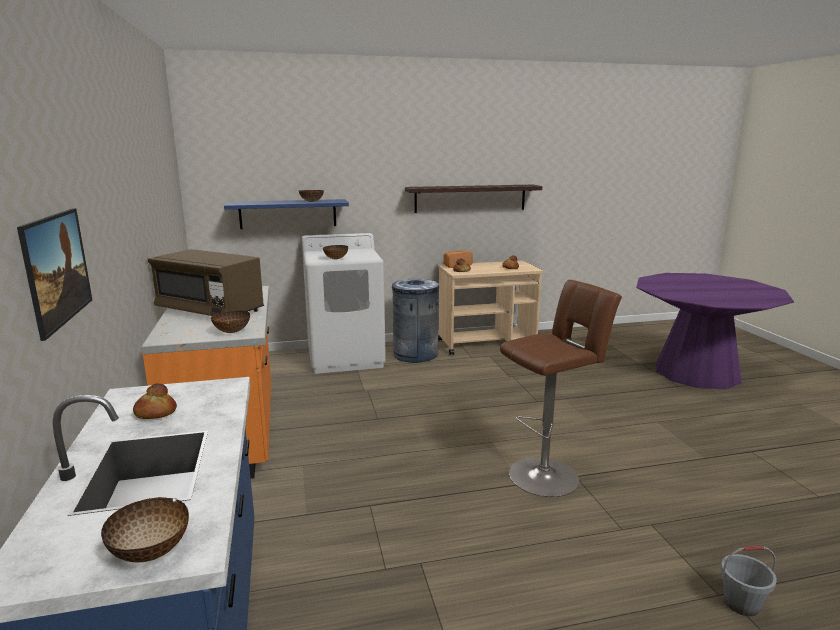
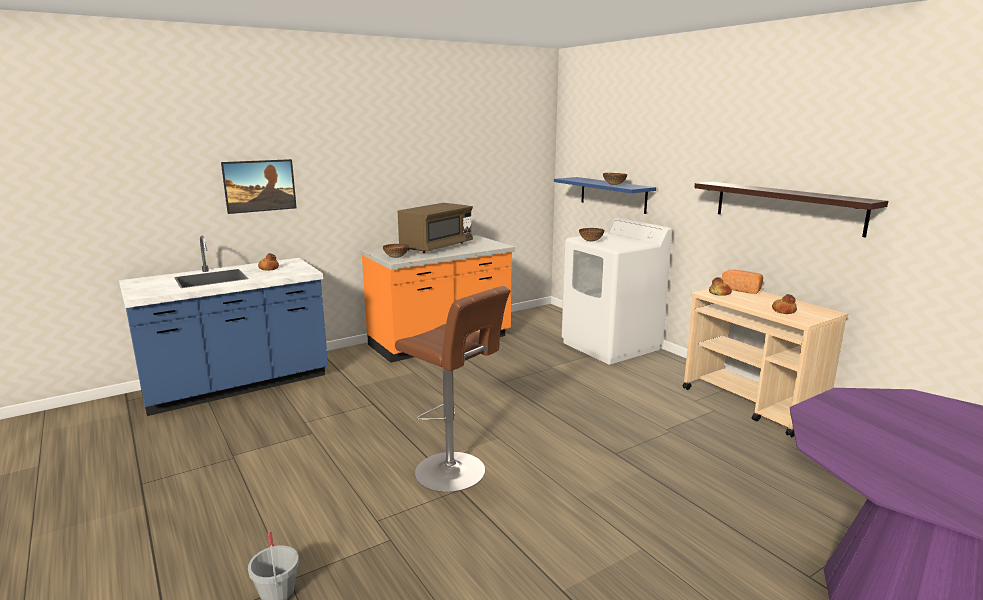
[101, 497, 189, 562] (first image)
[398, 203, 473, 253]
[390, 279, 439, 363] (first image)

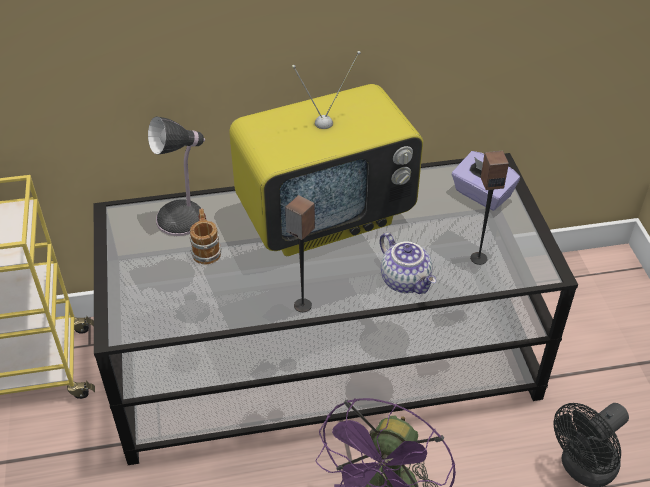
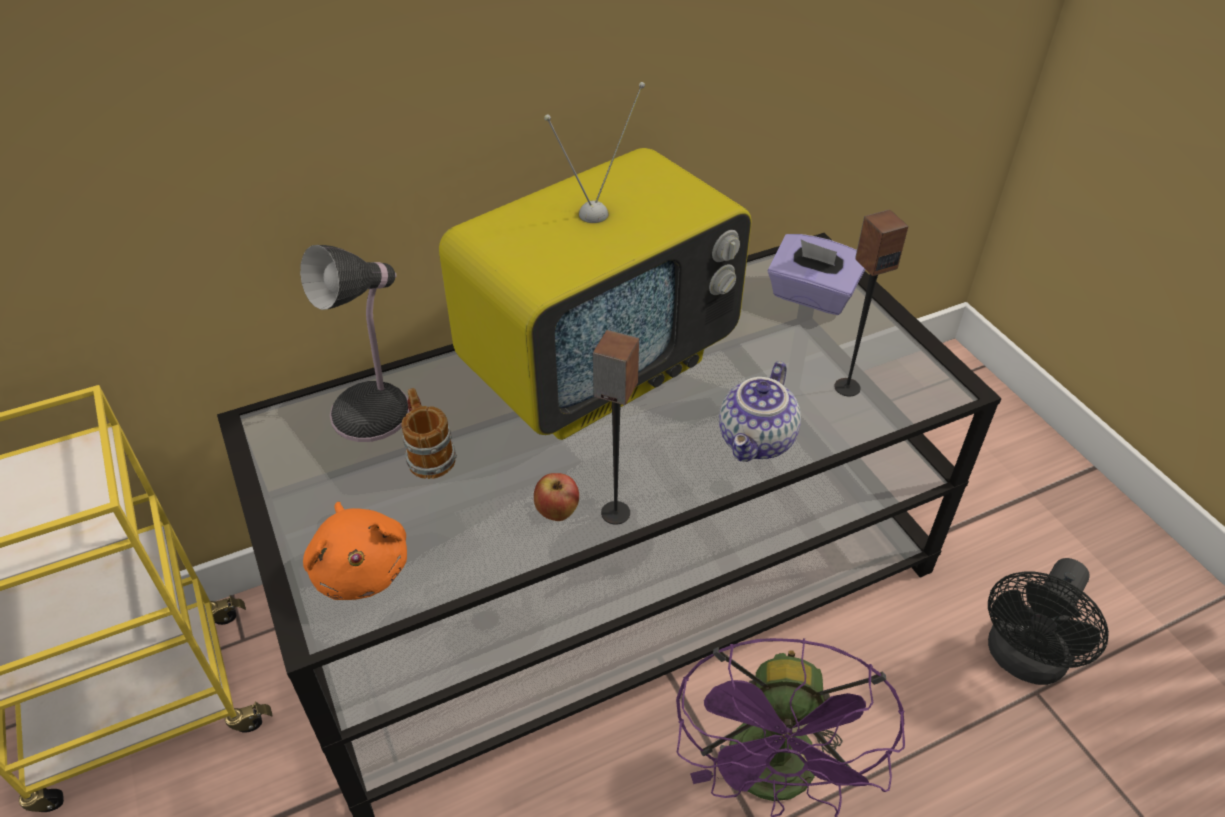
[719, 361, 801, 462]
[303, 502, 407, 600]
[534, 473, 579, 521]

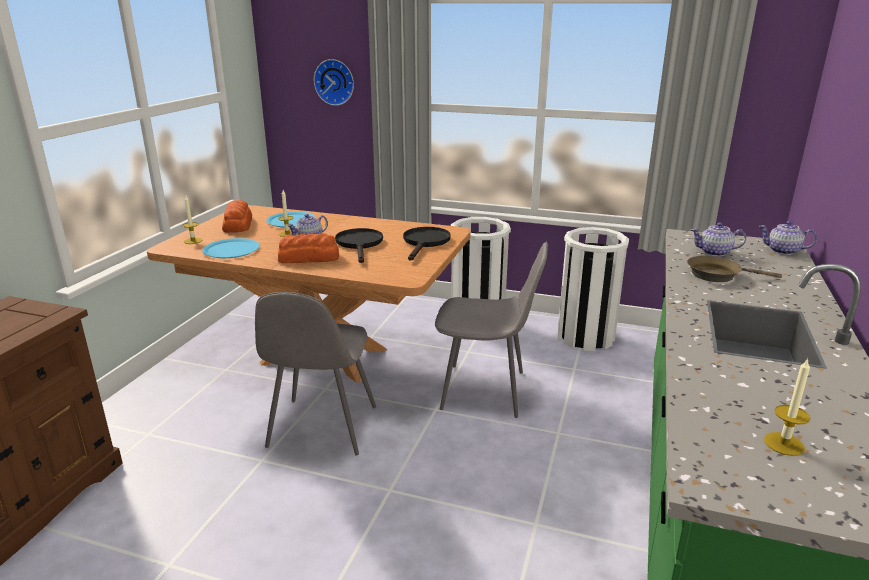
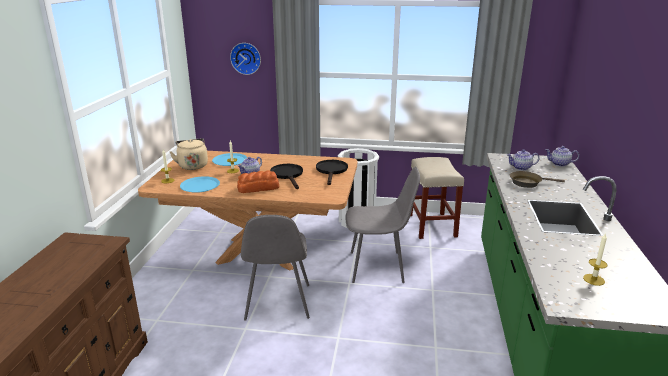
[170, 138, 208, 170]
[410, 157, 464, 239]

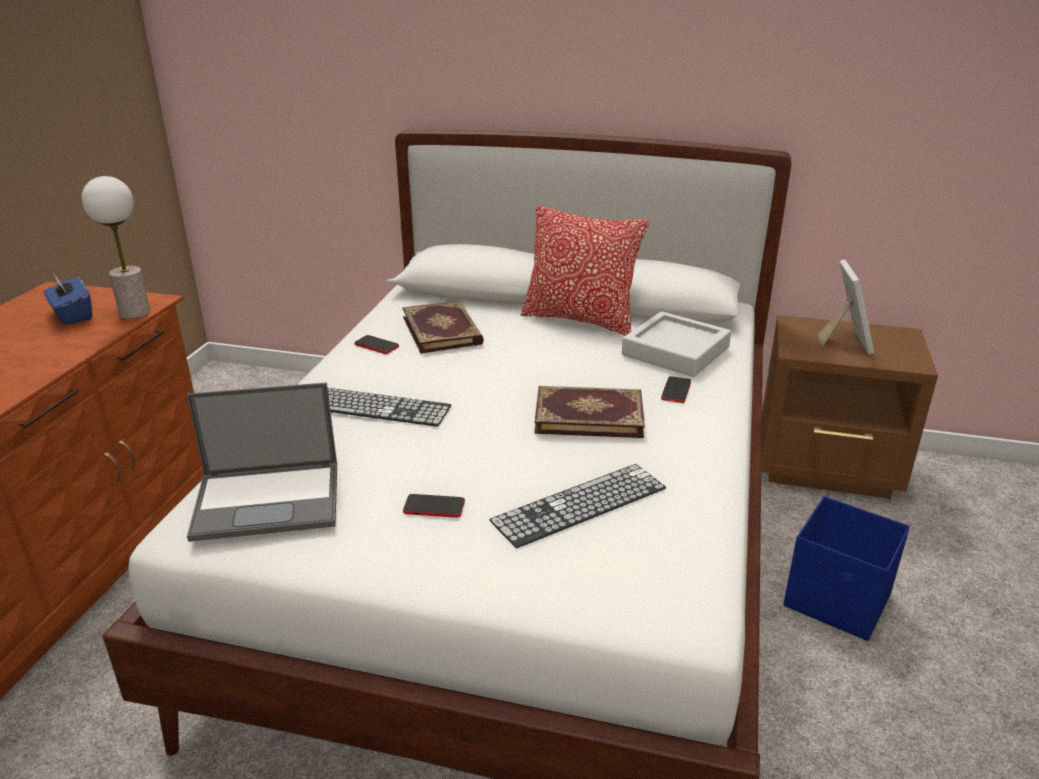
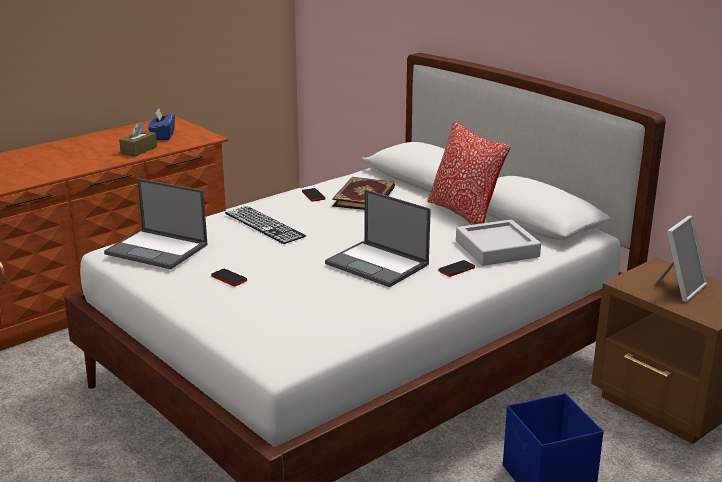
[82, 176, 150, 319] (first image)
[489, 464, 666, 548] (first image)
[325, 189, 431, 287]
[119, 122, 157, 157]

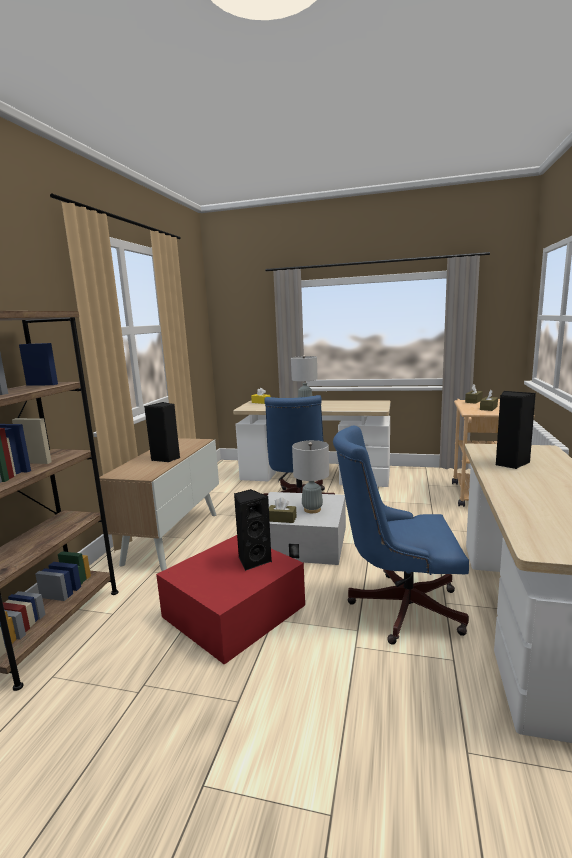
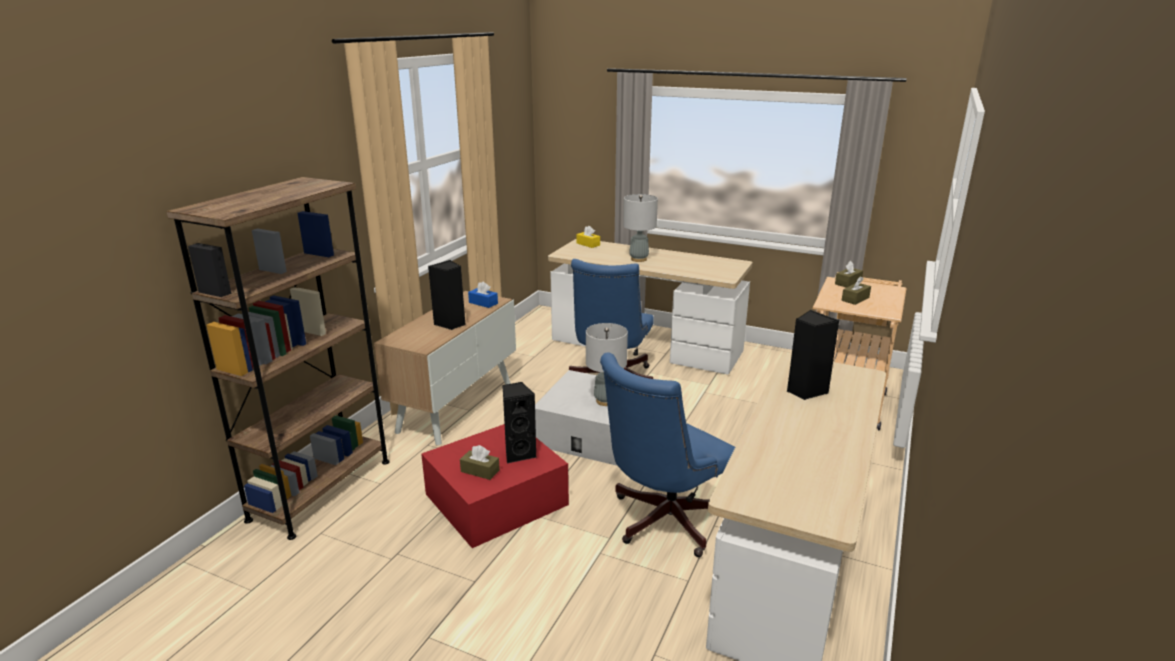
[460, 445, 500, 480]
[600, 352, 735, 557]
[468, 282, 498, 308]

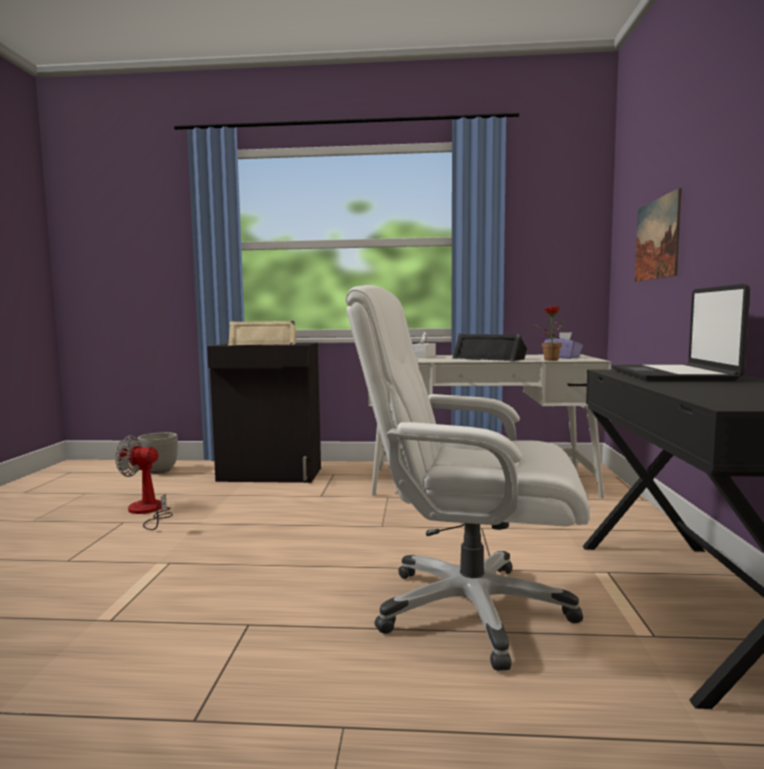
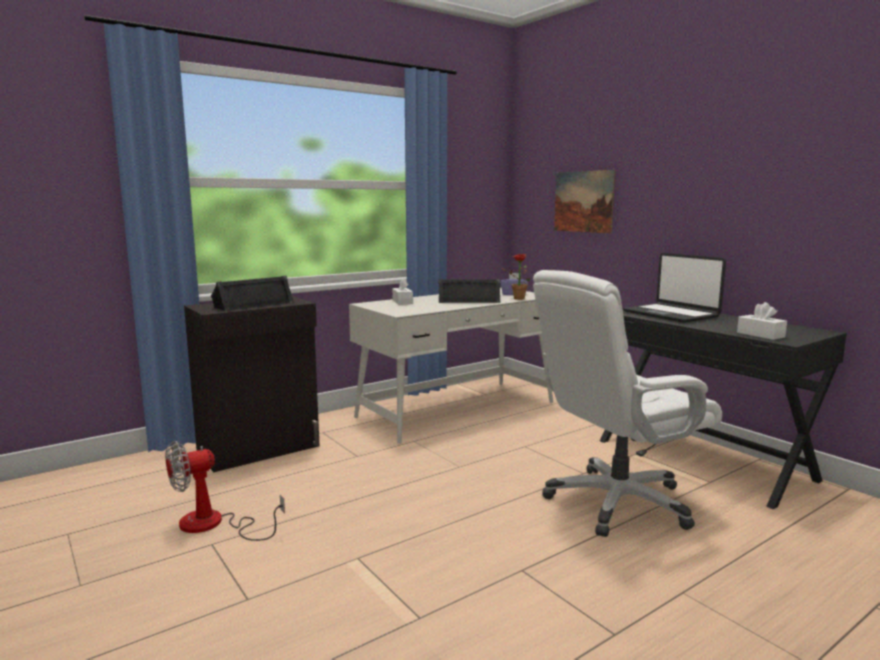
[138, 432, 178, 474] (first image)
[211, 276, 294, 311]
[737, 302, 787, 340]

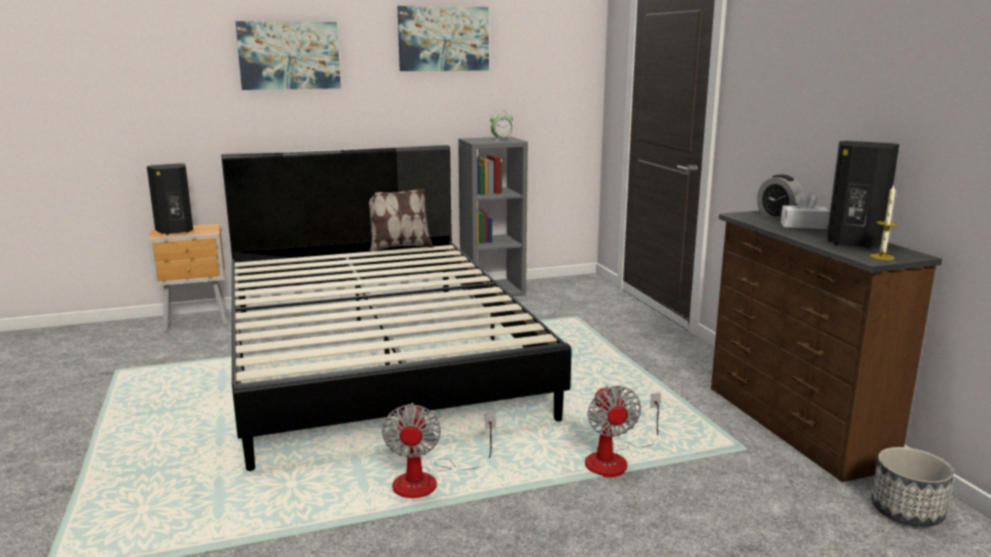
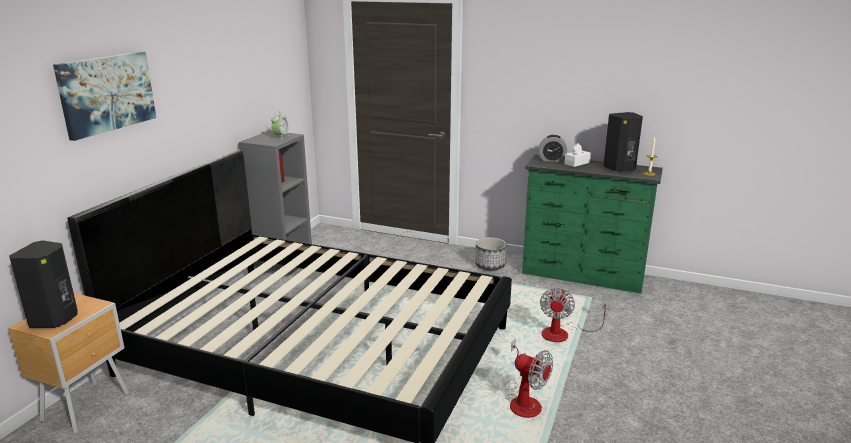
[369, 188, 433, 252] (first image)
[397, 6, 489, 71] (first image)
[540, 287, 609, 342]
[522, 155, 663, 294]
[475, 237, 506, 270]

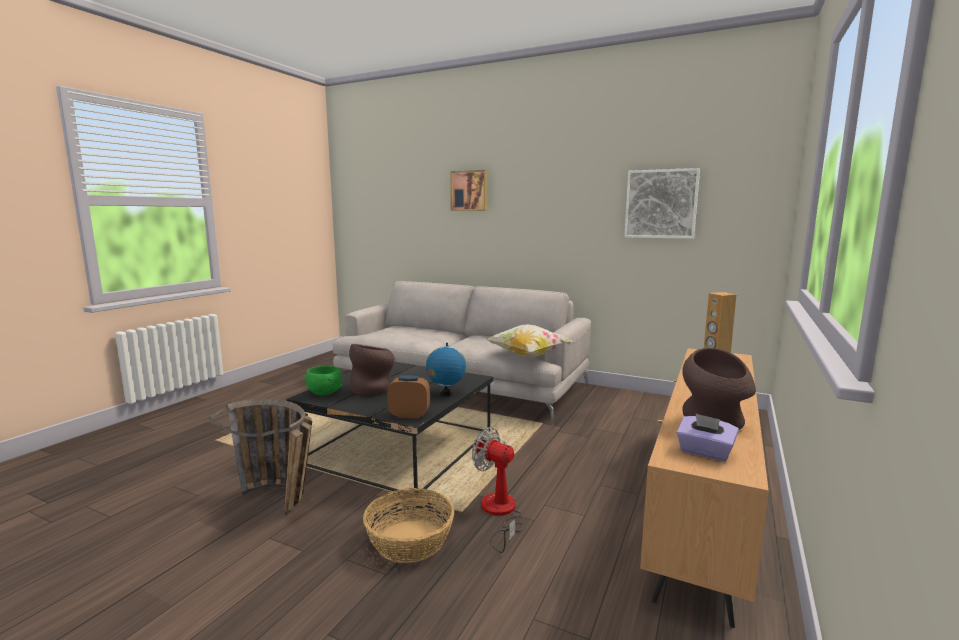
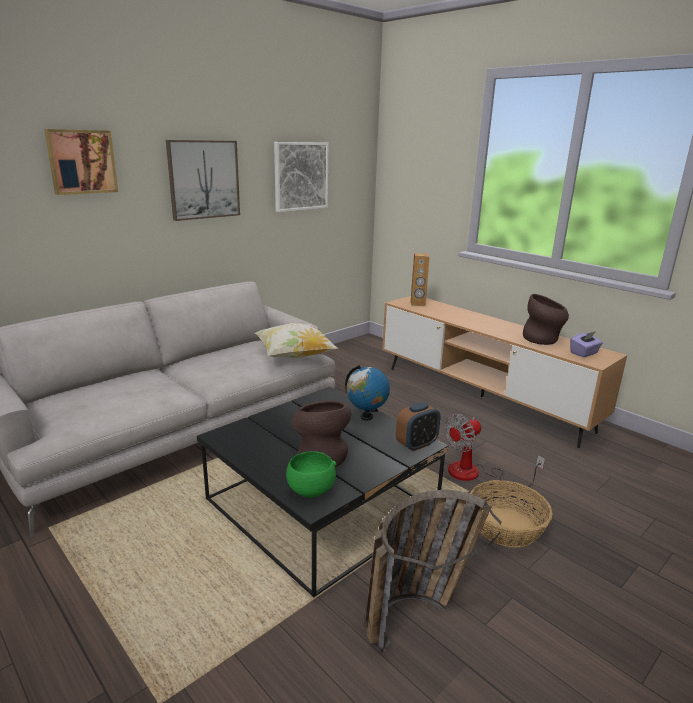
[396, 402, 440, 451]
[166, 140, 240, 221]

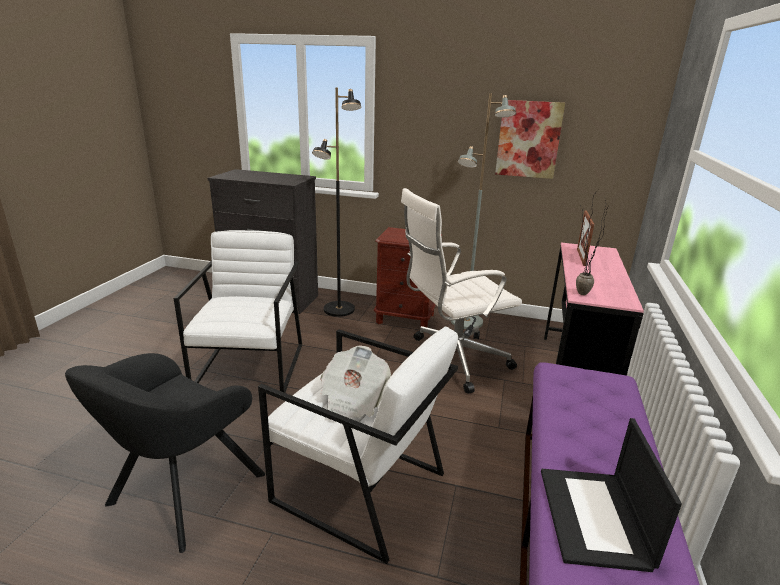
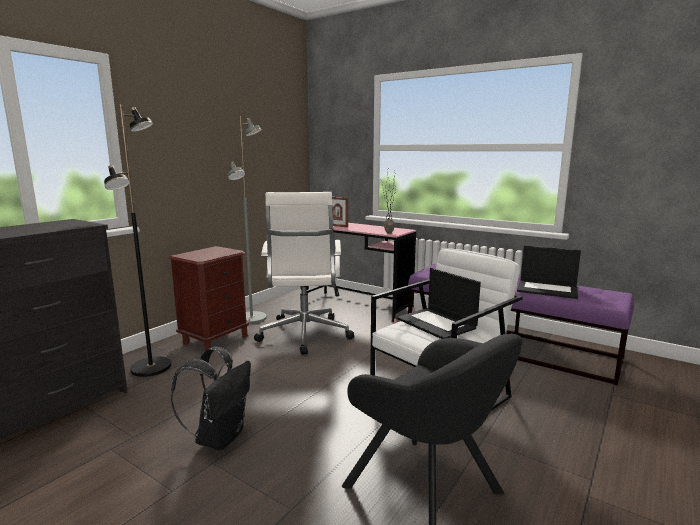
[171, 346, 251, 450]
[396, 268, 481, 339]
[495, 100, 565, 179] (first image)

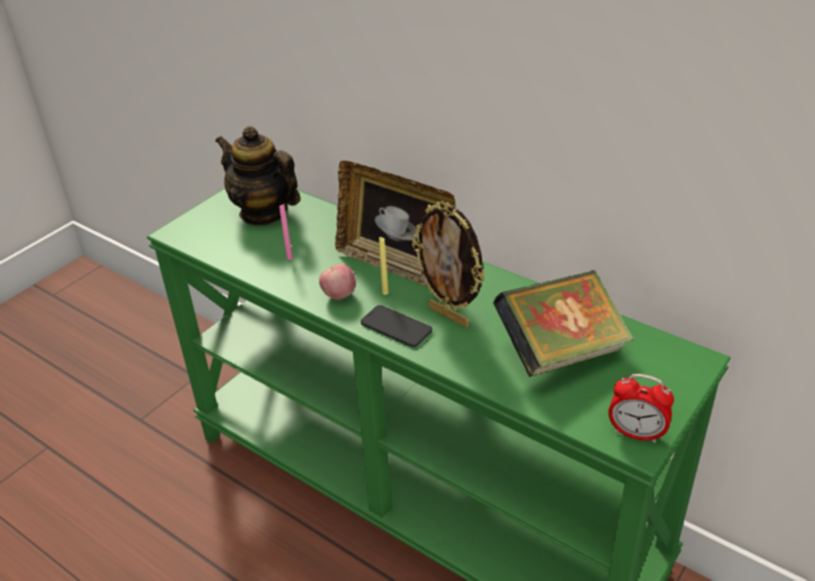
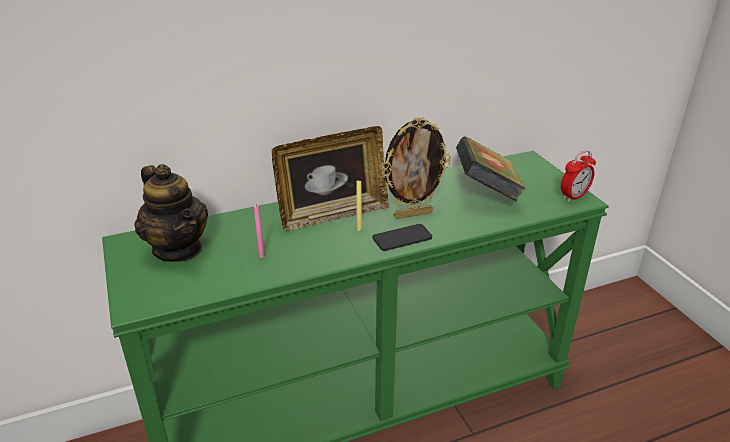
[134, 164, 208, 262]
[319, 264, 356, 300] (first image)

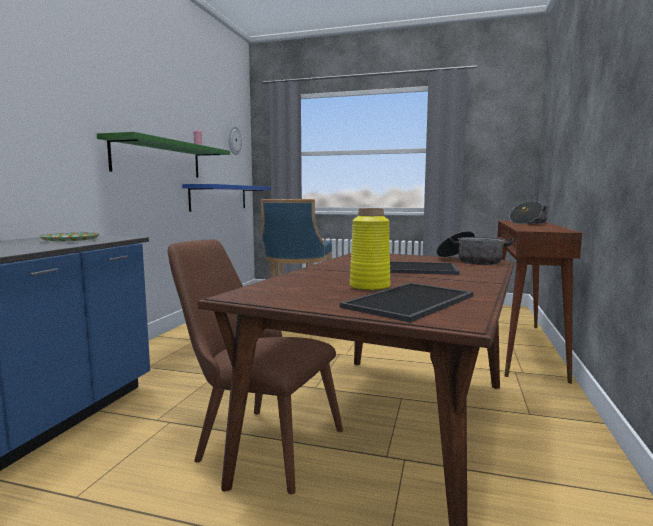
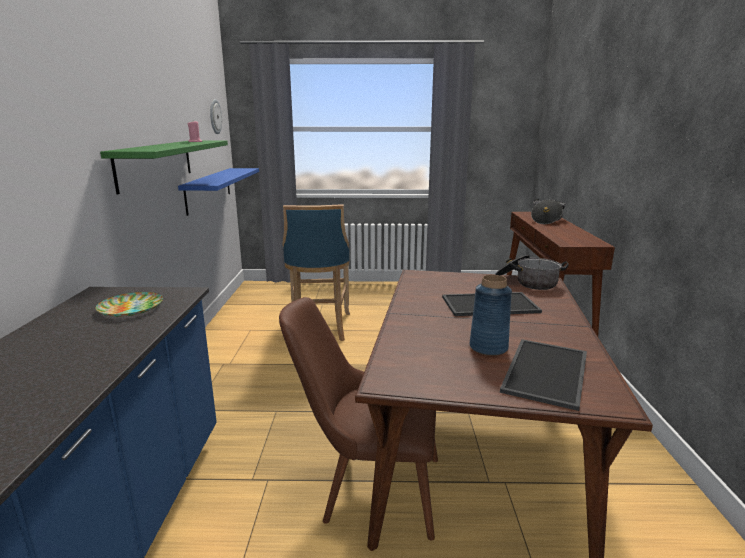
[469, 275, 512, 356]

